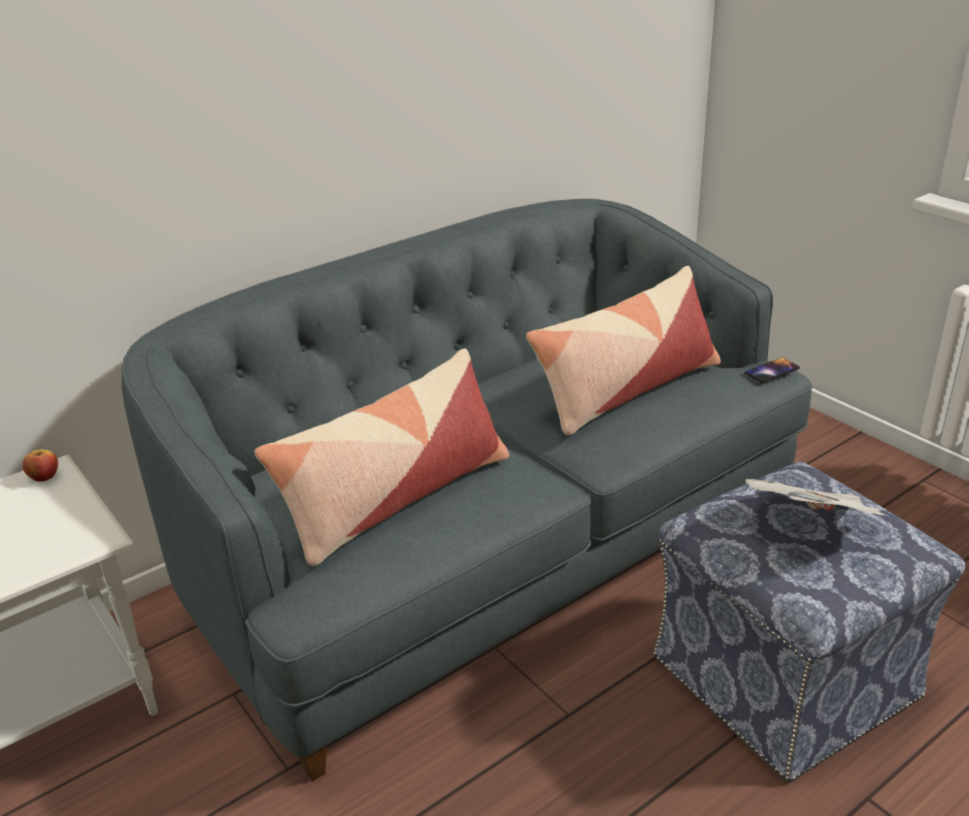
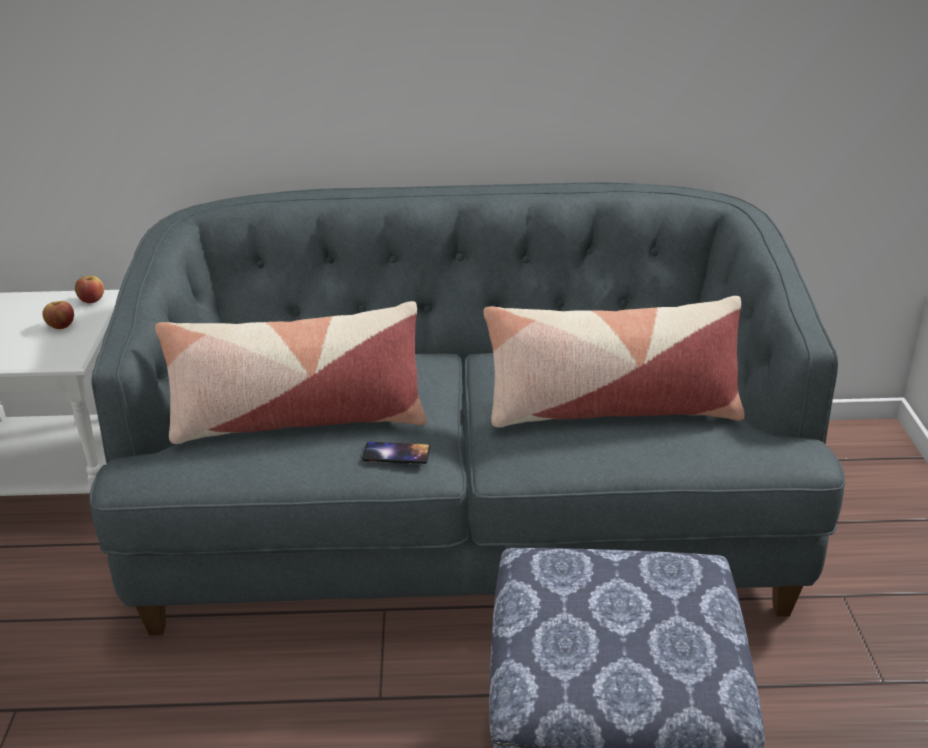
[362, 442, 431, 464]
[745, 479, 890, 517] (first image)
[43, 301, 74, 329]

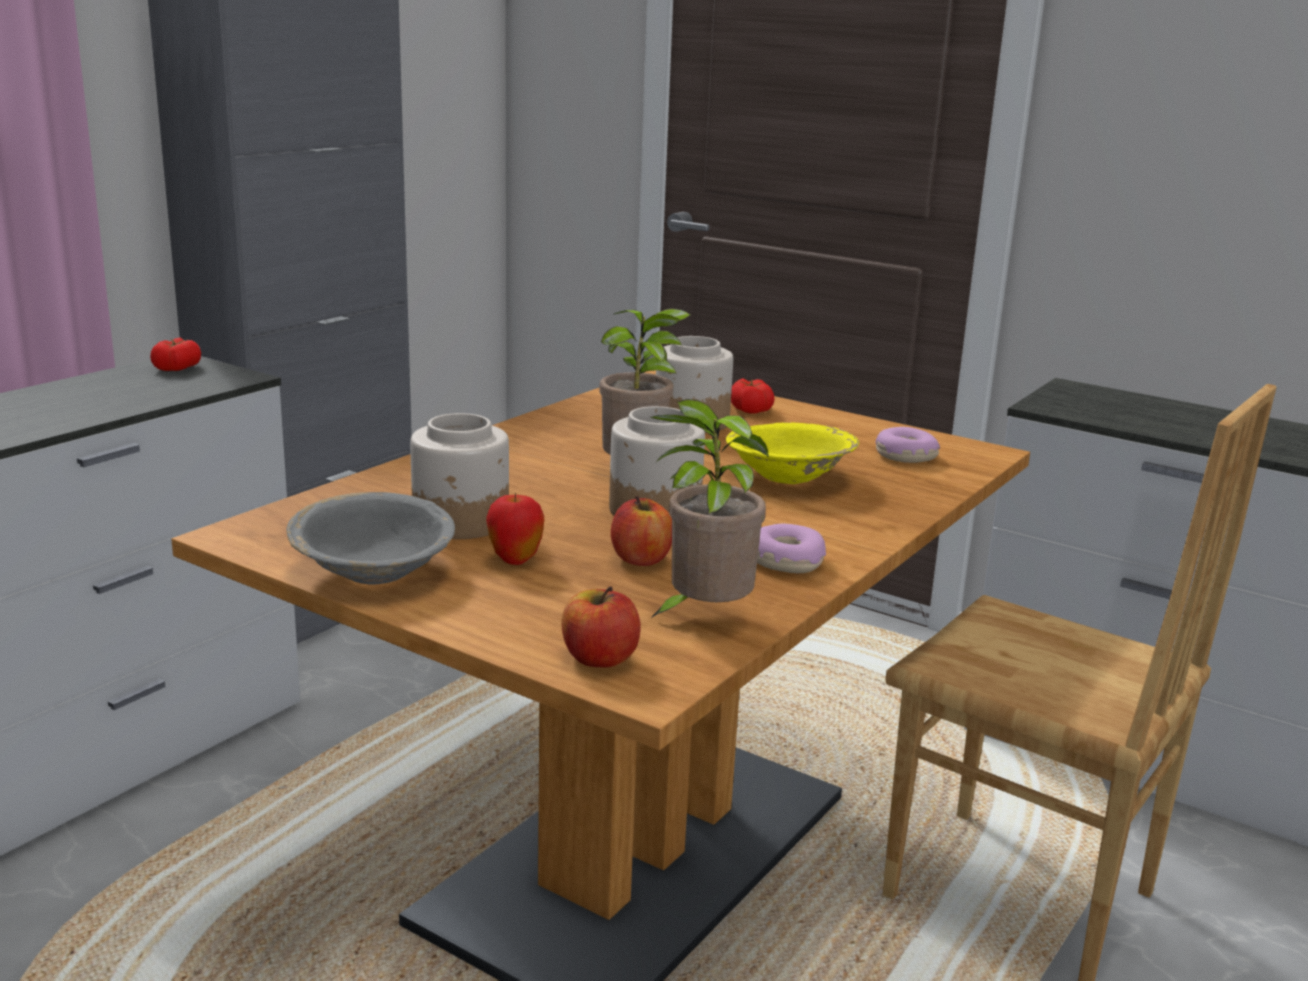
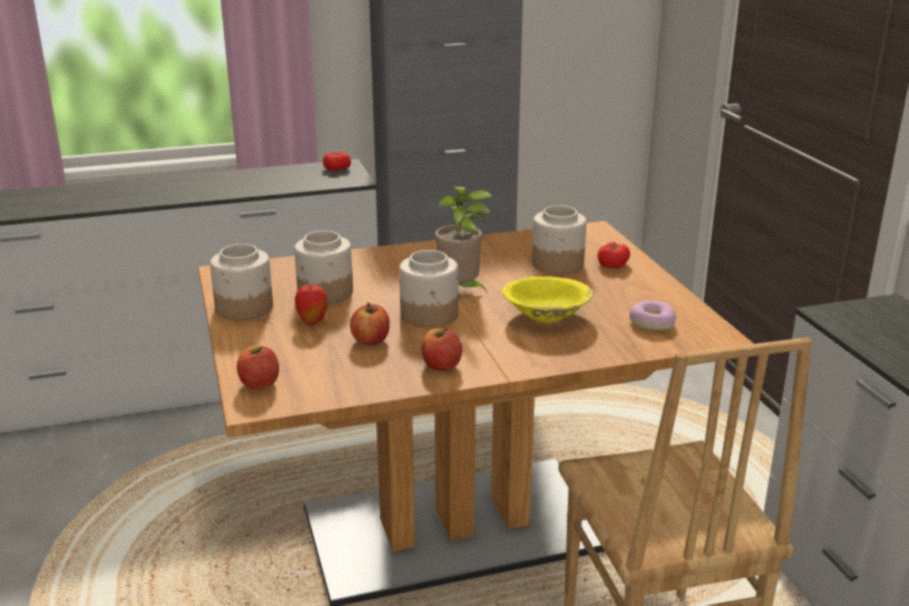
[210, 244, 273, 321]
[650, 399, 769, 618] (first image)
[421, 328, 462, 371]

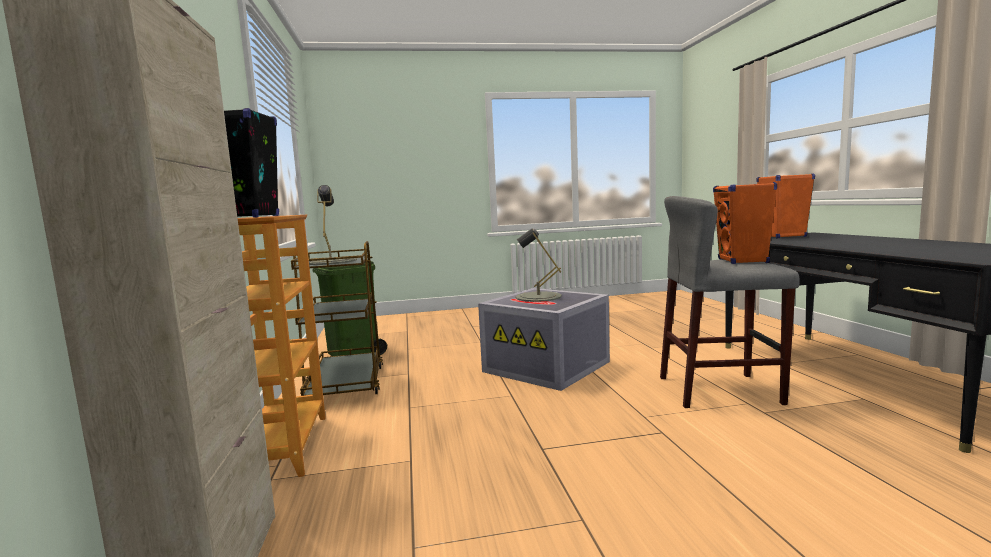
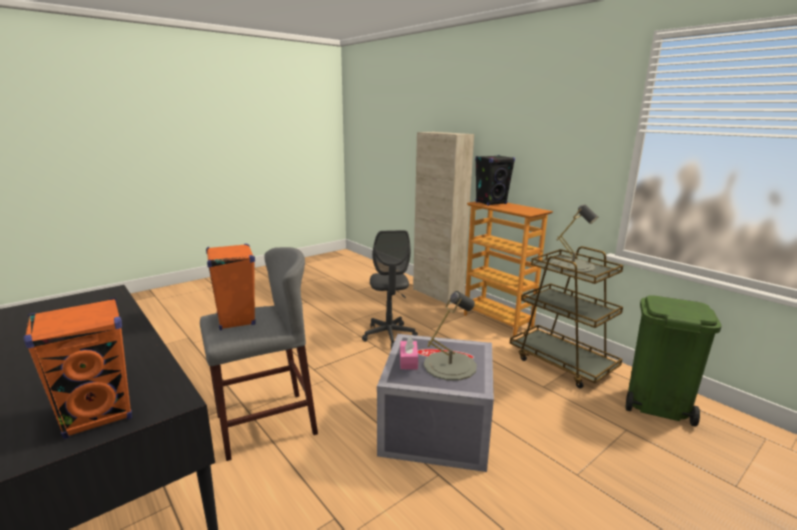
[362, 230, 418, 349]
[400, 336, 418, 369]

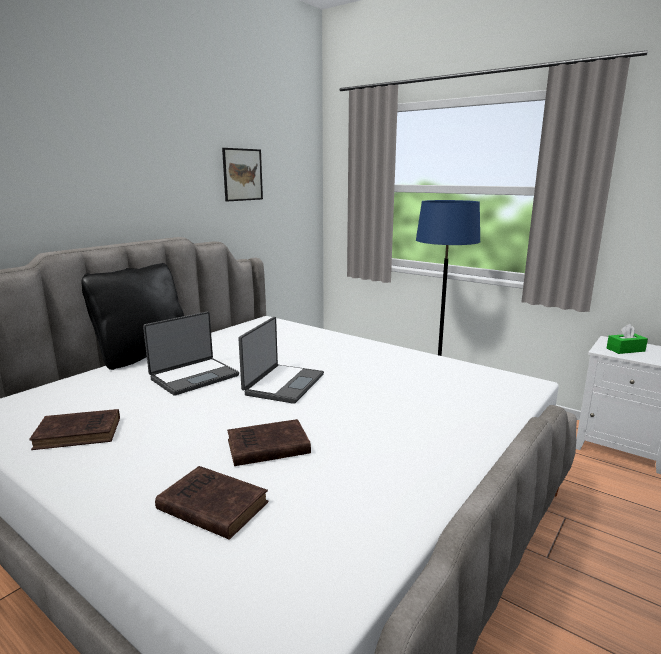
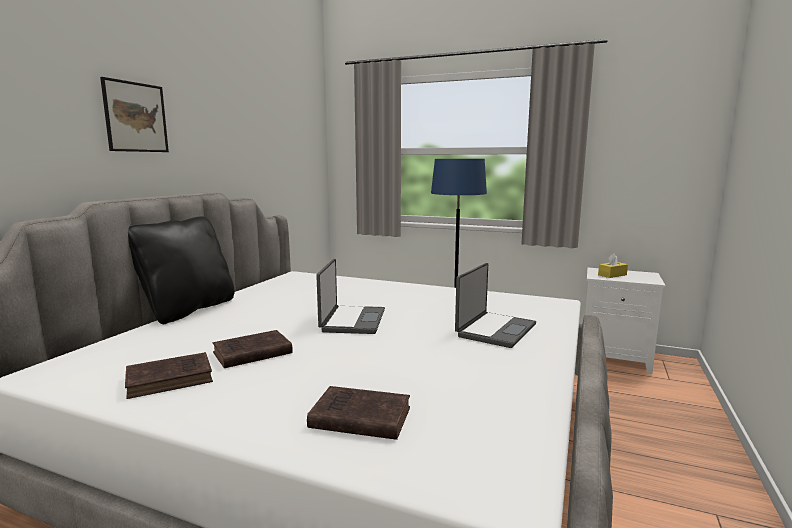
[455, 263, 536, 348]
[100, 77, 169, 152]
[213, 330, 293, 368]
[598, 253, 628, 278]

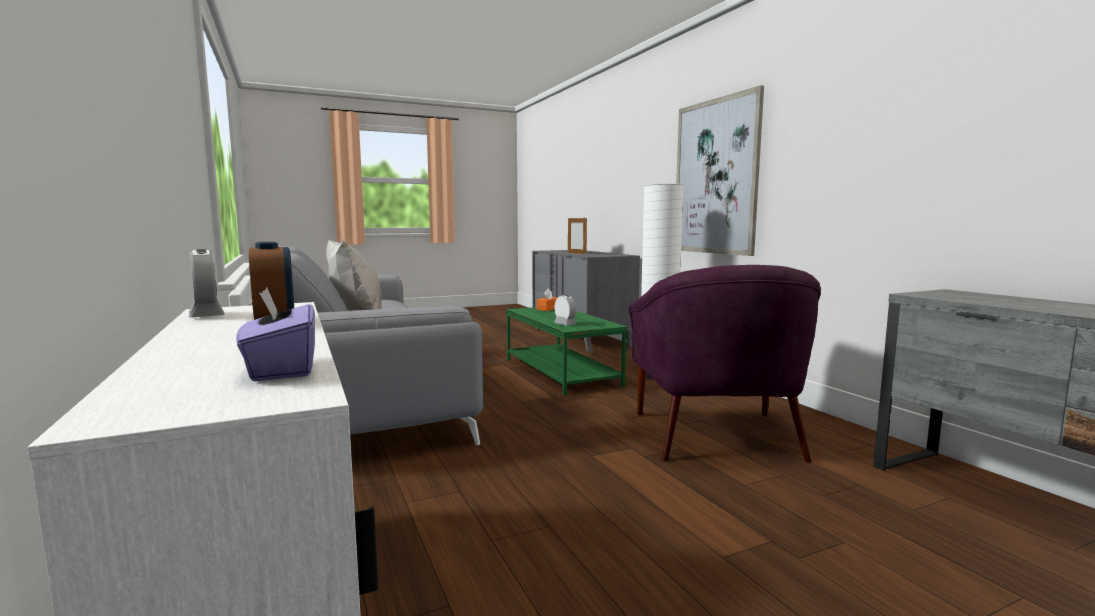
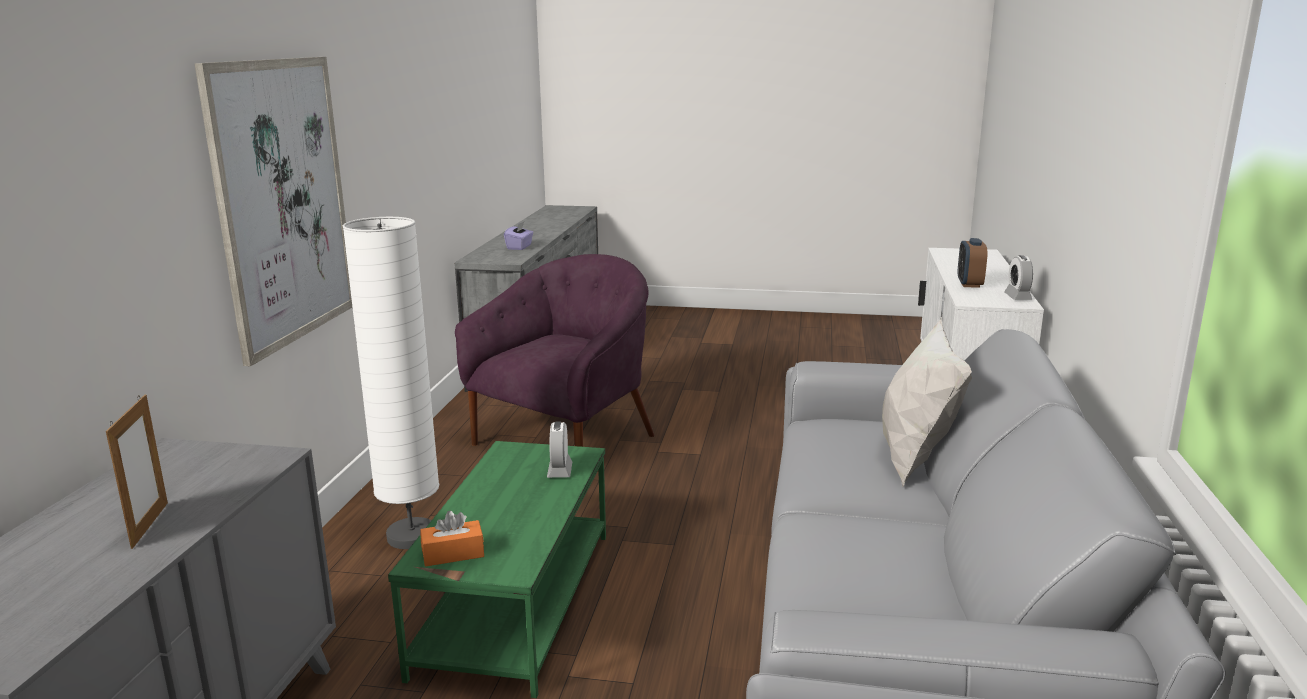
[504, 222, 534, 250]

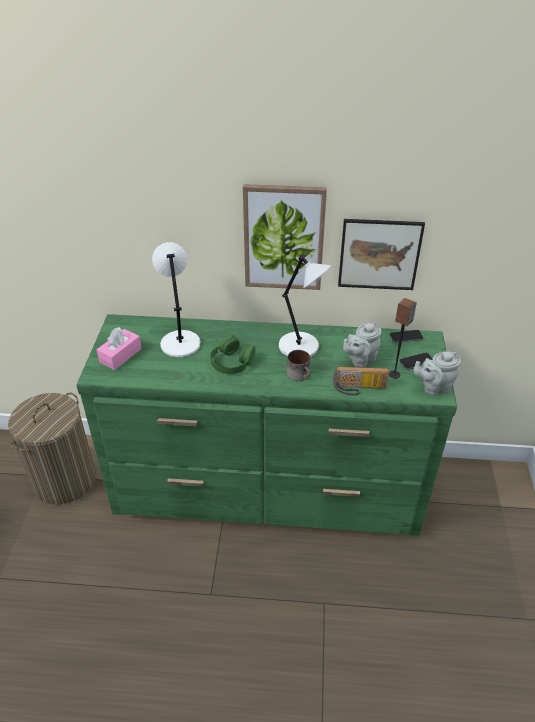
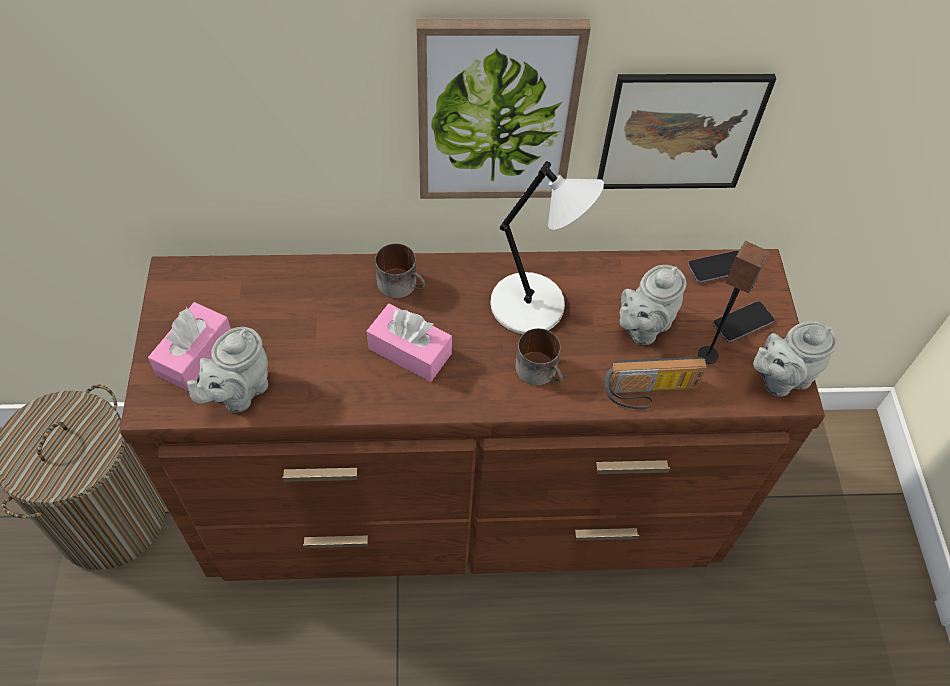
[119, 249, 825, 581]
[152, 242, 201, 357] (first image)
[367, 304, 452, 382]
[187, 327, 268, 413]
[375, 243, 425, 298]

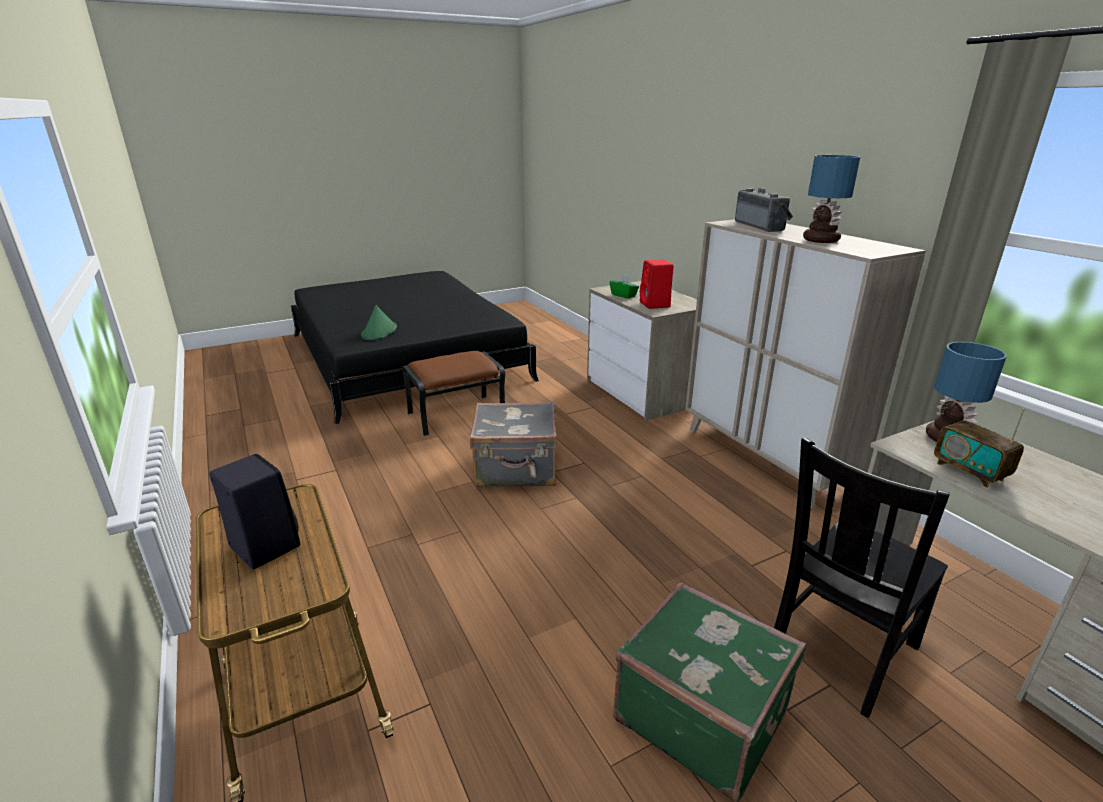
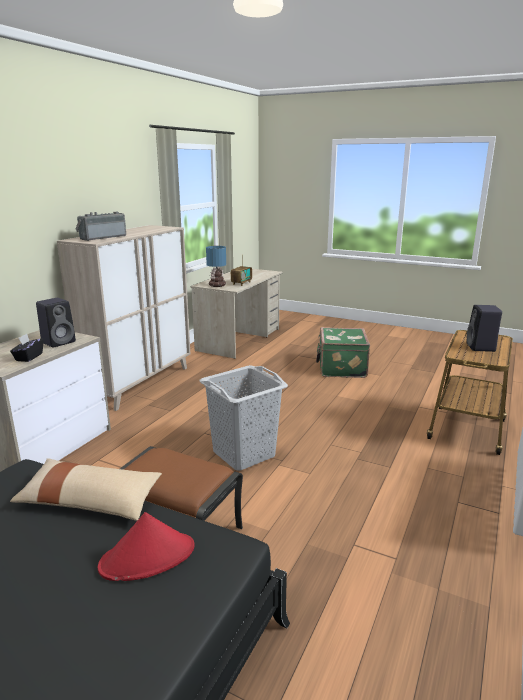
[98, 512, 195, 581]
[199, 365, 288, 471]
[10, 334, 43, 362]
[36, 298, 76, 347]
[774, 438, 950, 718] (first image)
[803, 155, 860, 243] (first image)
[10, 458, 162, 521]

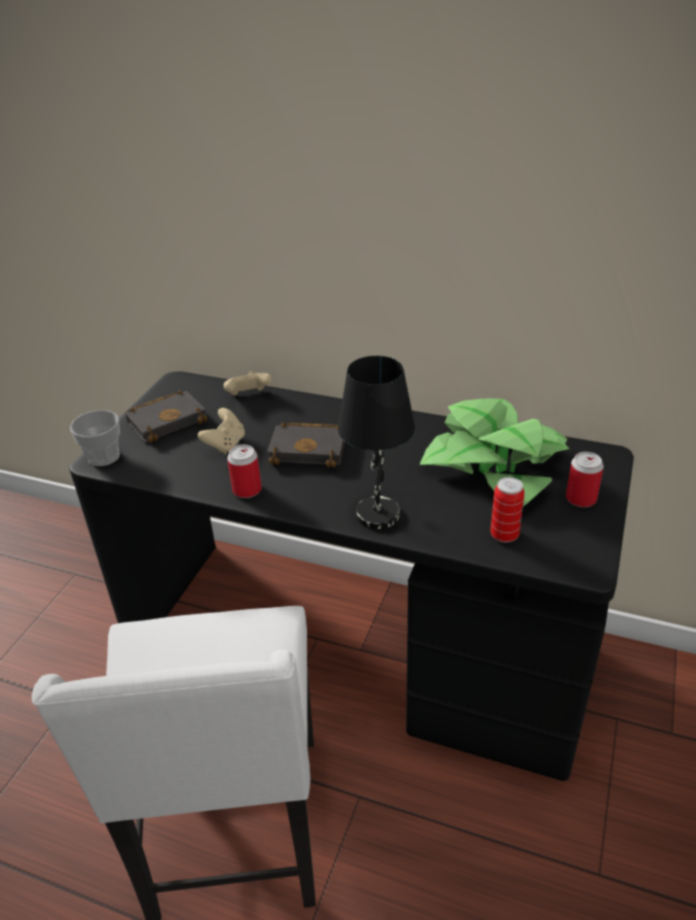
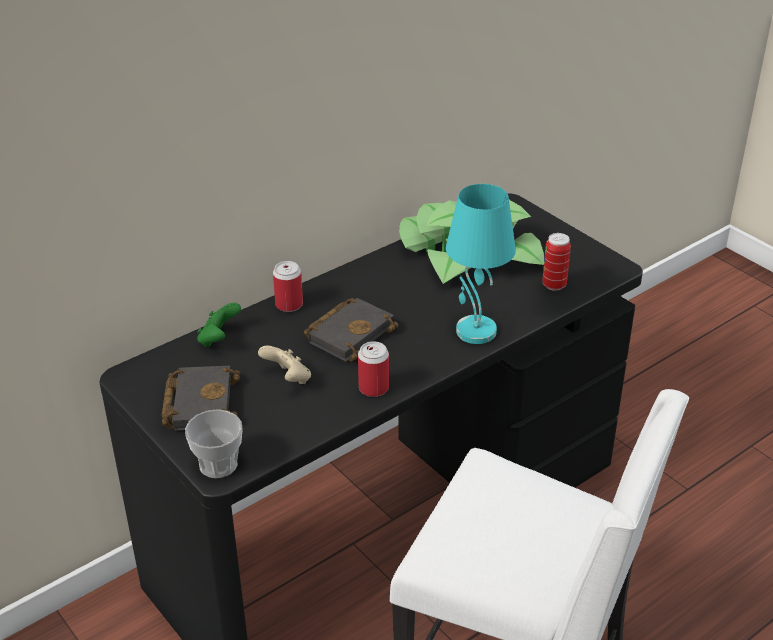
[197, 303, 241, 348]
[446, 184, 516, 344]
[273, 261, 303, 312]

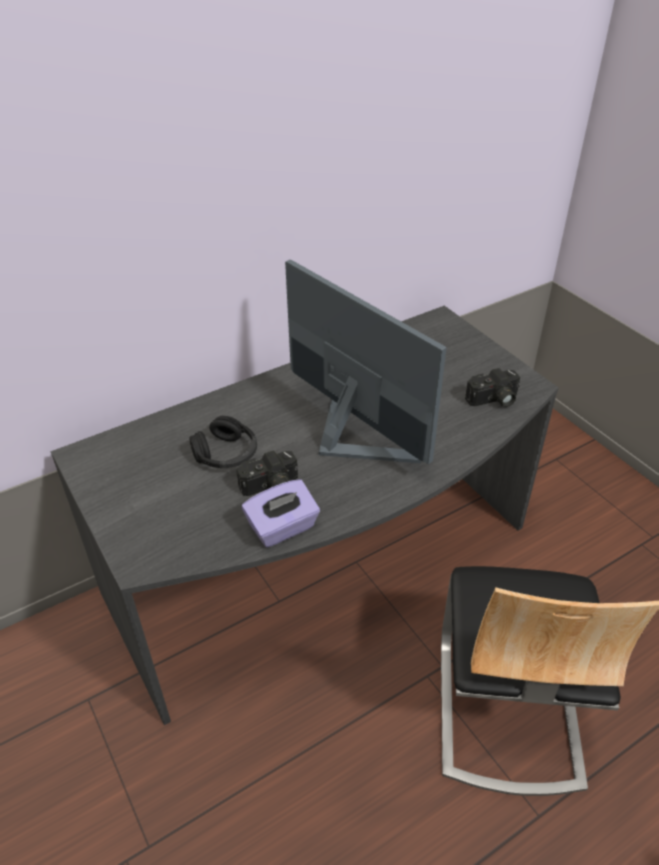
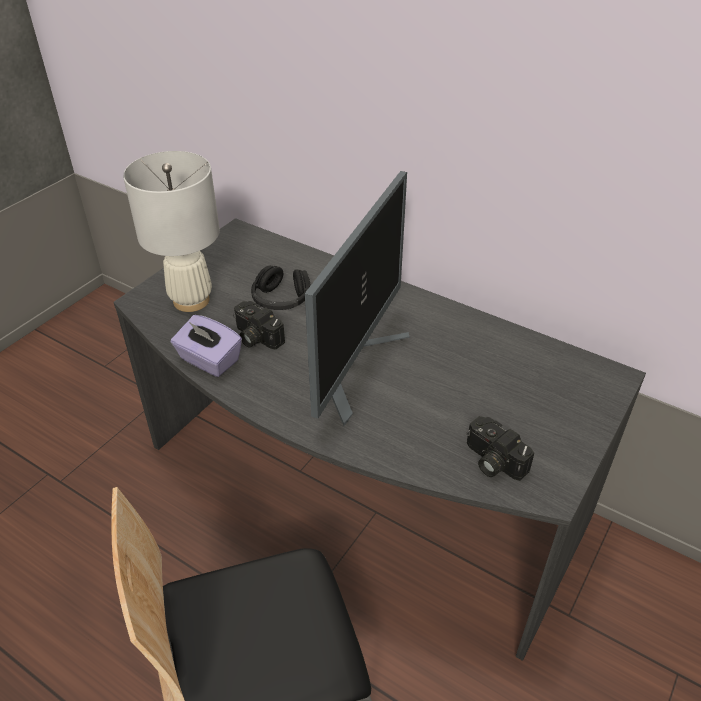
[123, 151, 220, 312]

